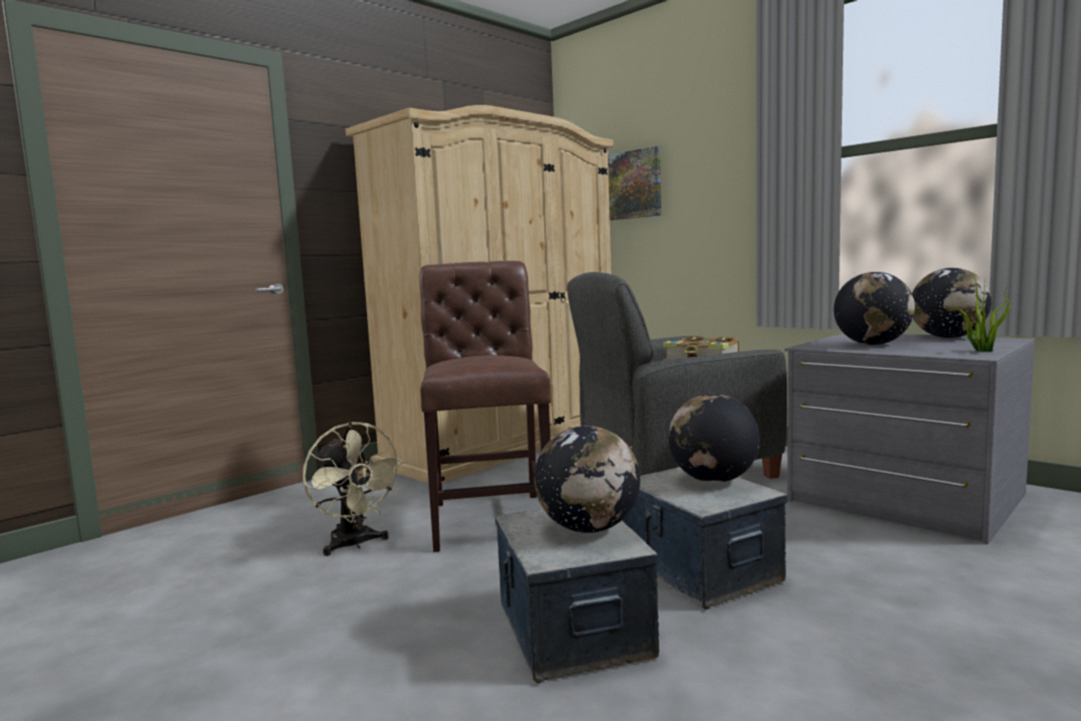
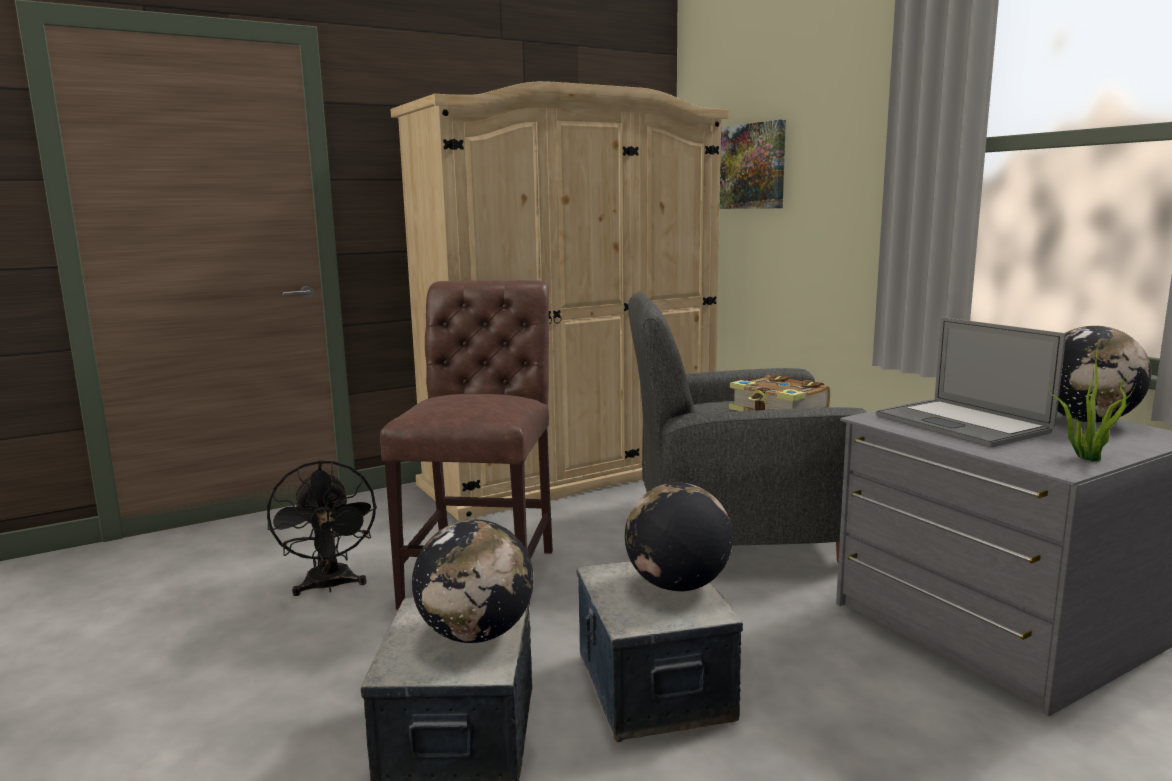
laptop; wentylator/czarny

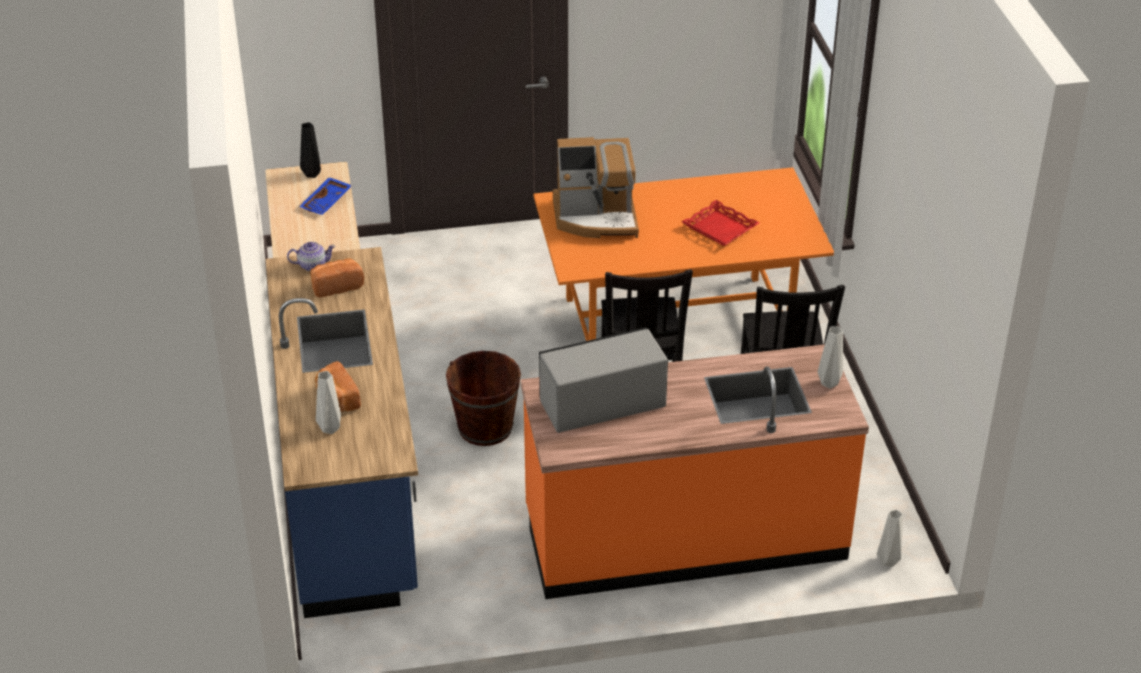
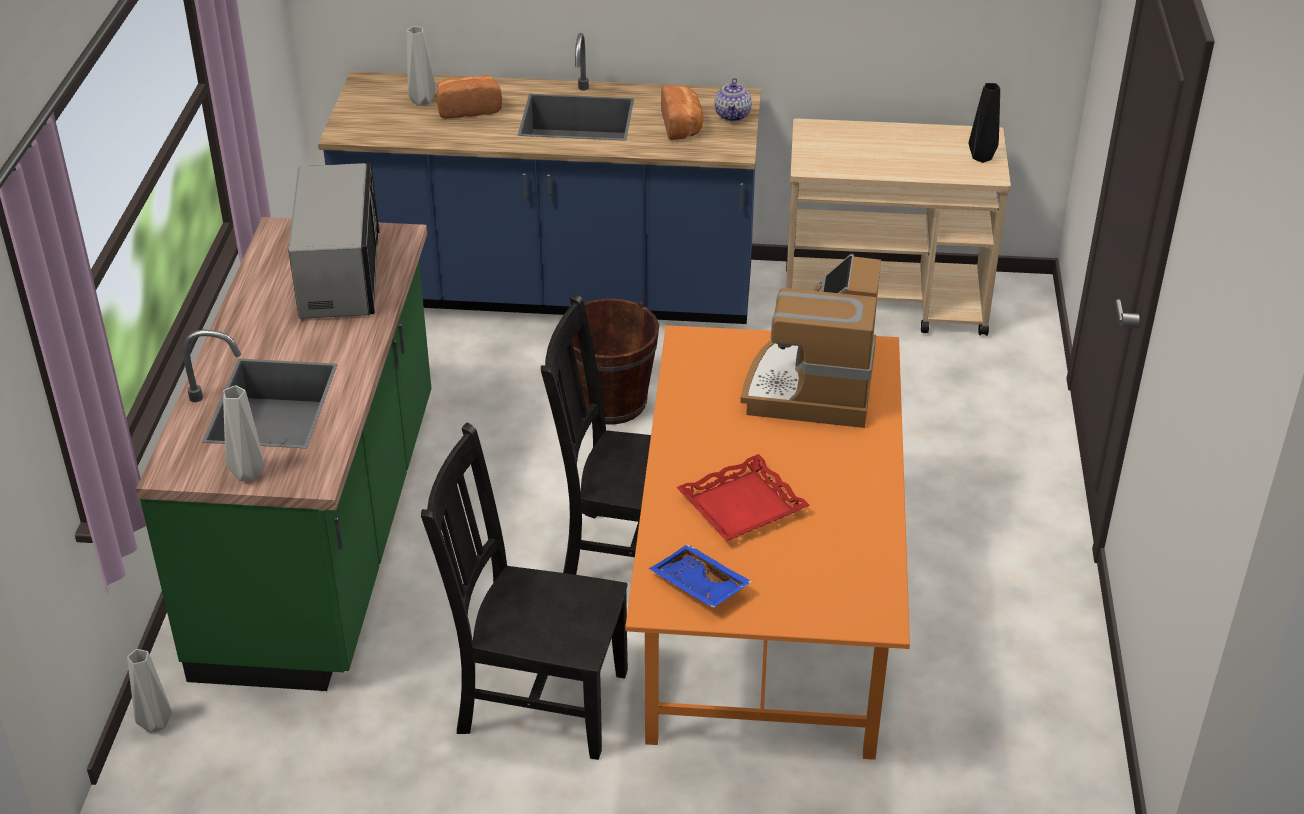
taca/niebieski; zabudowa kuchenna/zielony

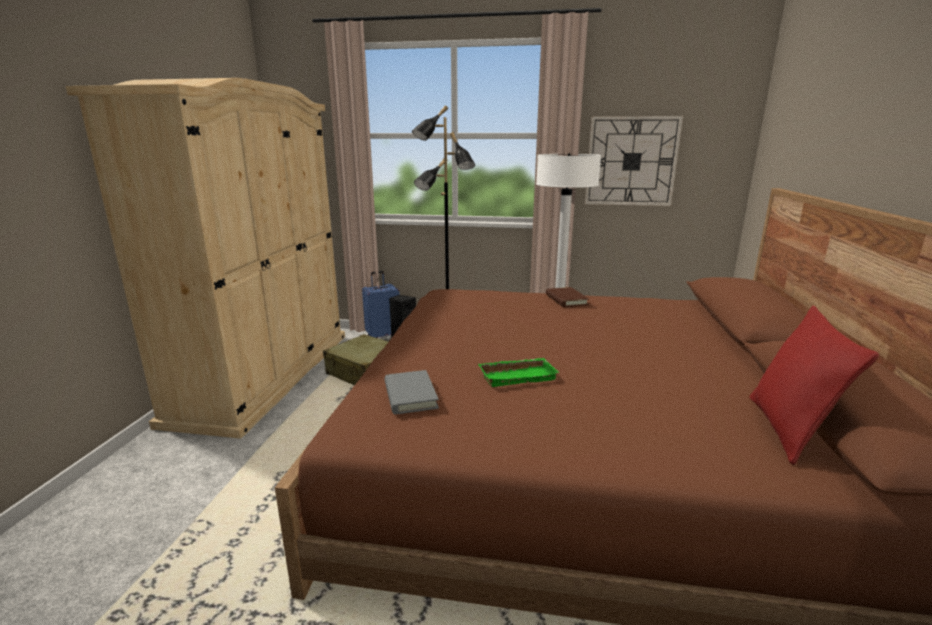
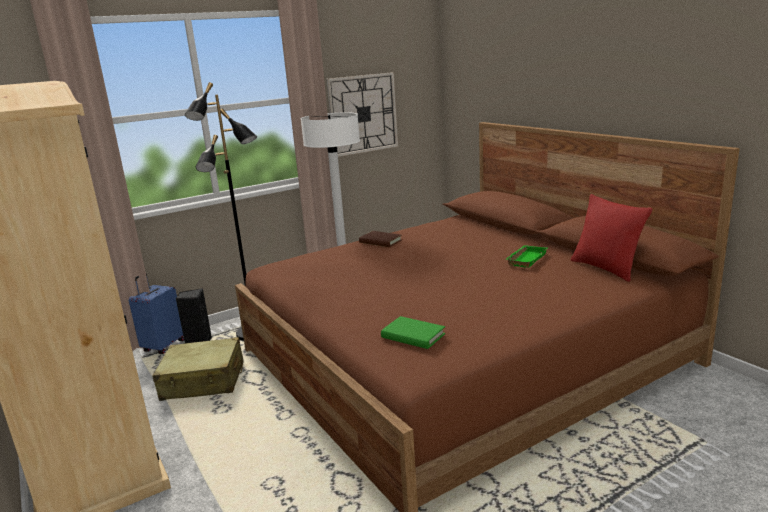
taca/zielony; książka/zielony

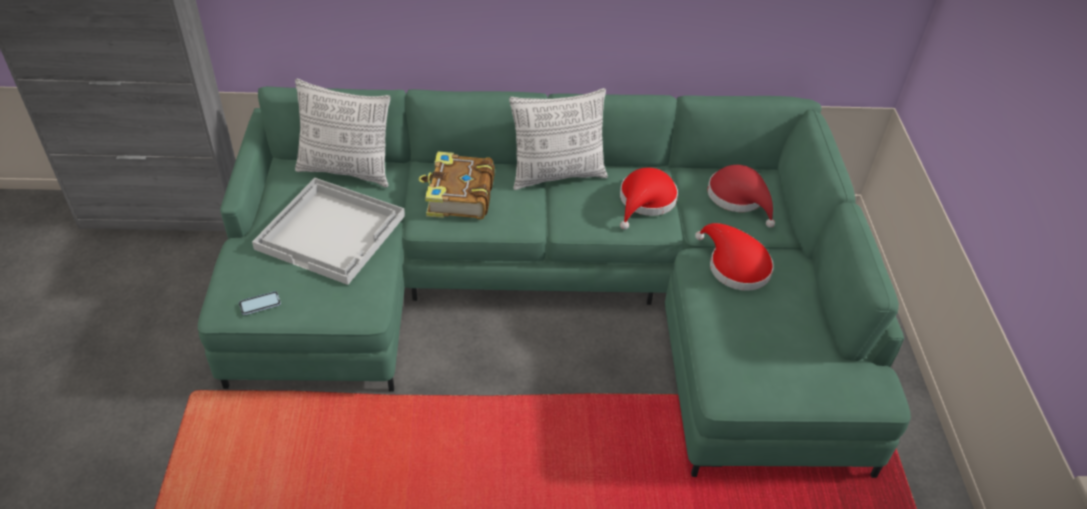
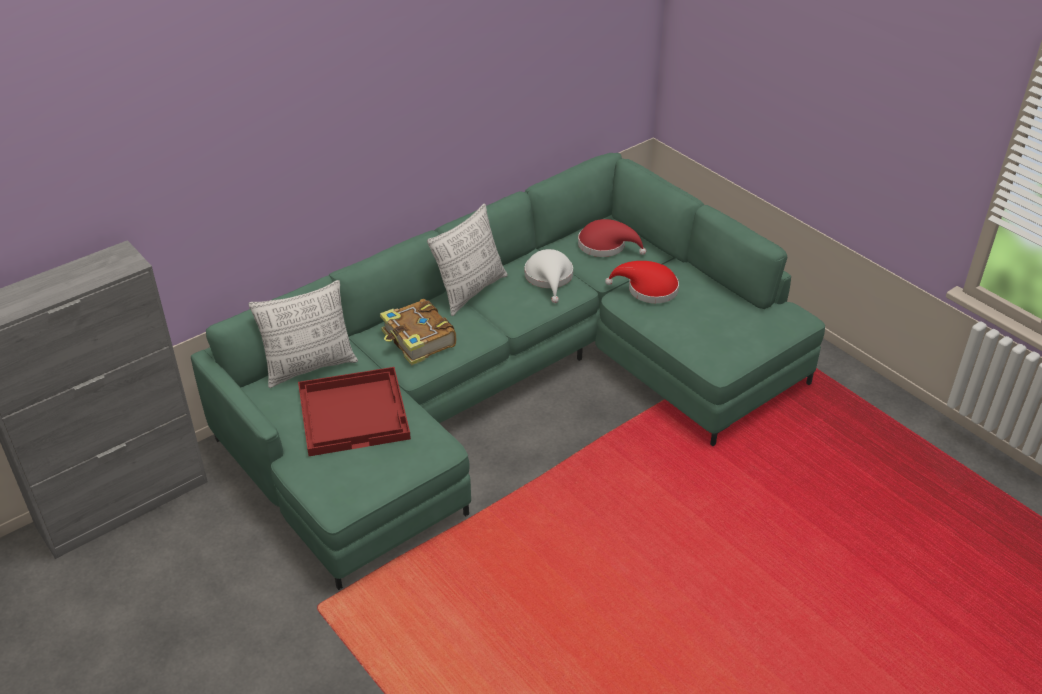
kapelusz/biały; taca/czerwony; telefon

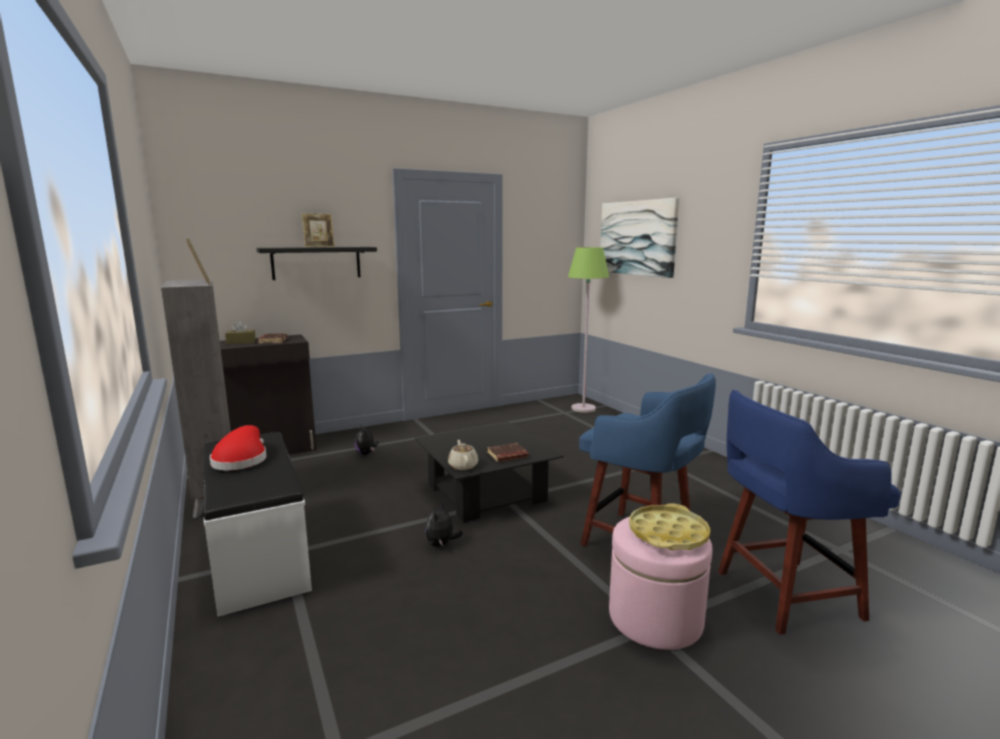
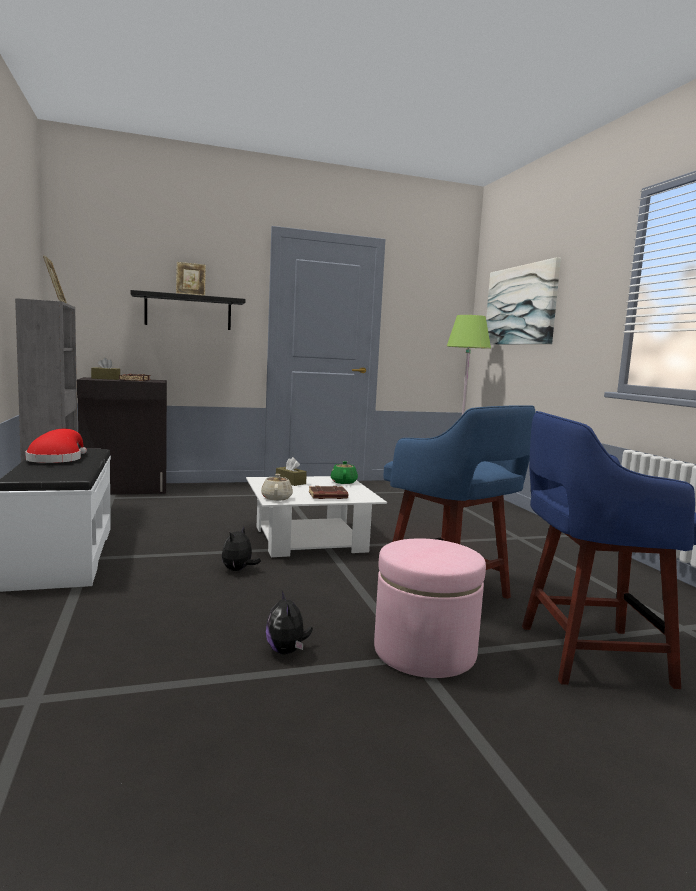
ława/biały; pluszak (no. 2 from left); taca/żółty; pudełko chusteczek/brązowy (no. 2 from left); imbryk/zielony

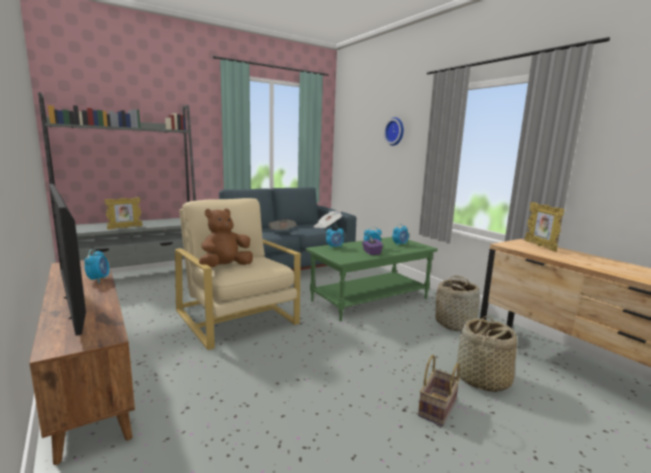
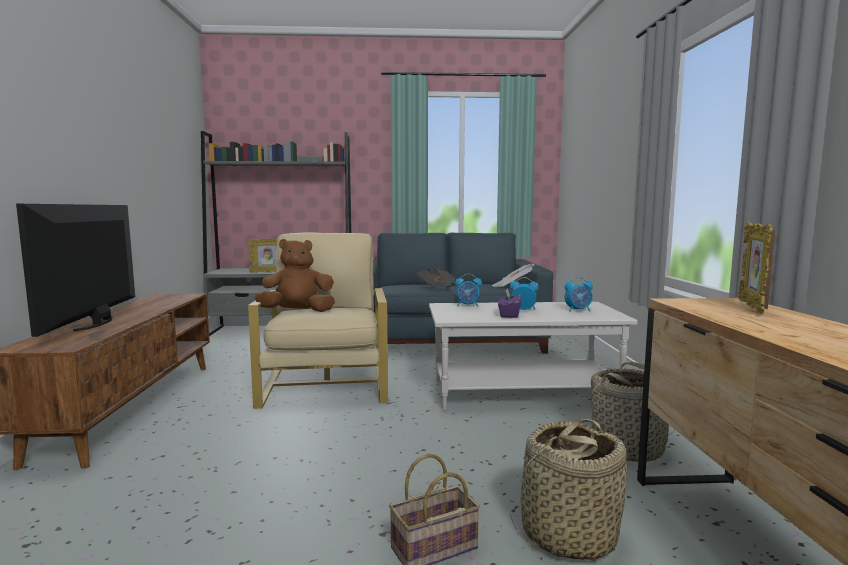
zegar ścienny; ława/biały; budzik (no. 1 from left in the first image)

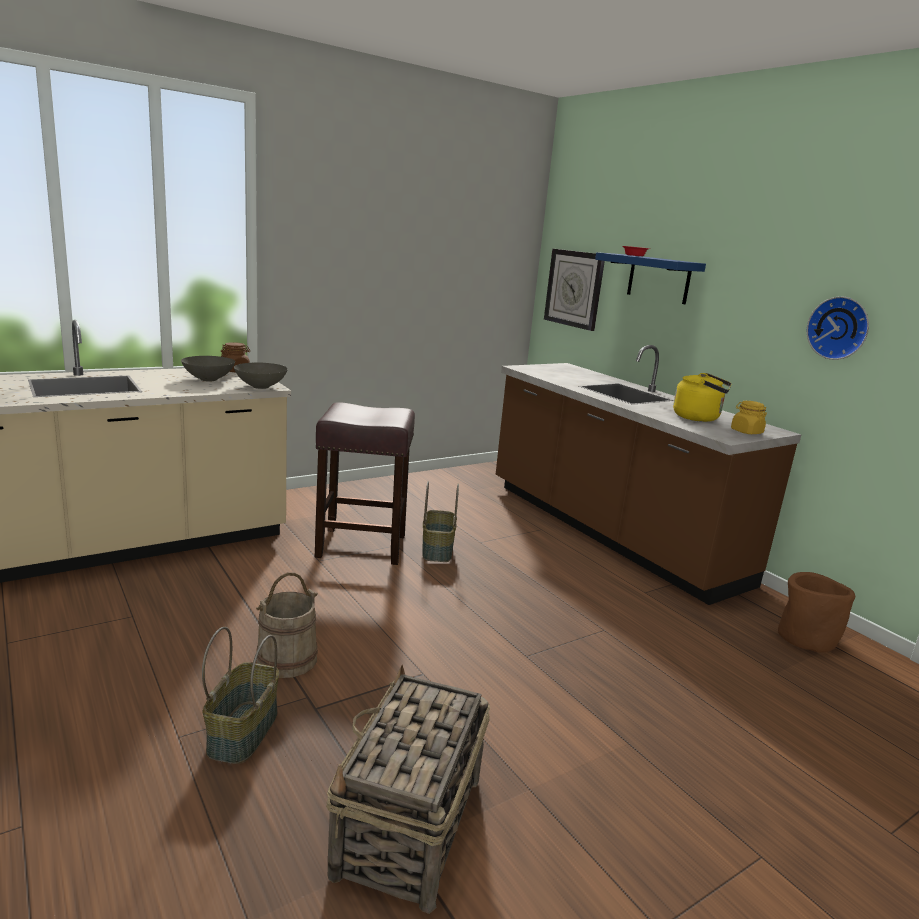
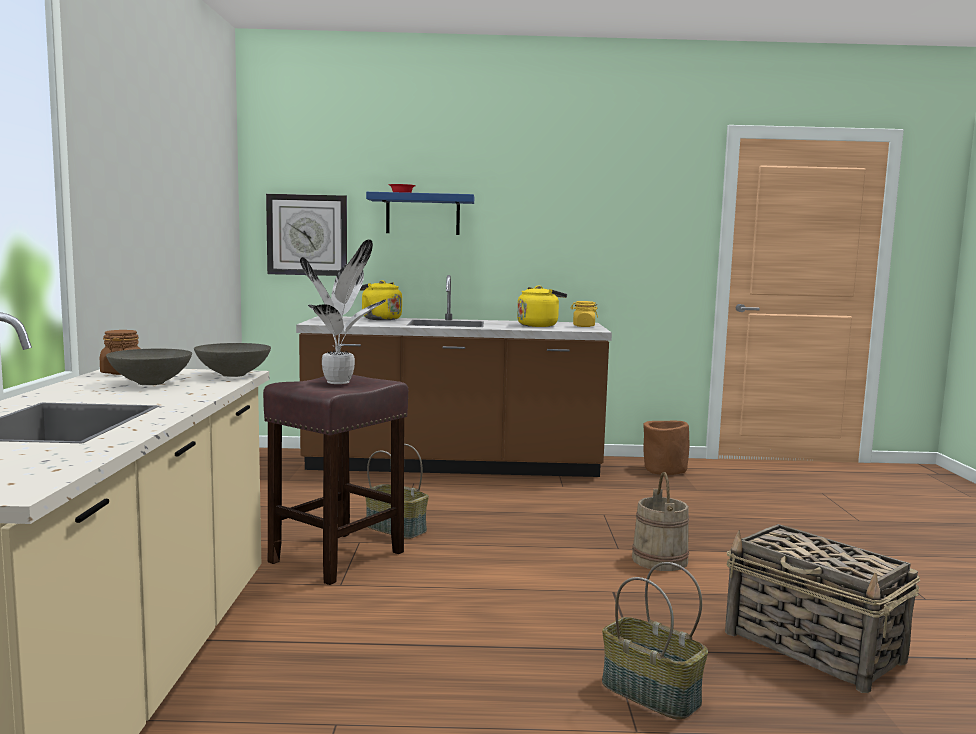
zegar ścienny (no. 2 from left in the first image); wiadro/beżowy; roślina doniczkowa; czajnik/żółty (no. 1 from left)

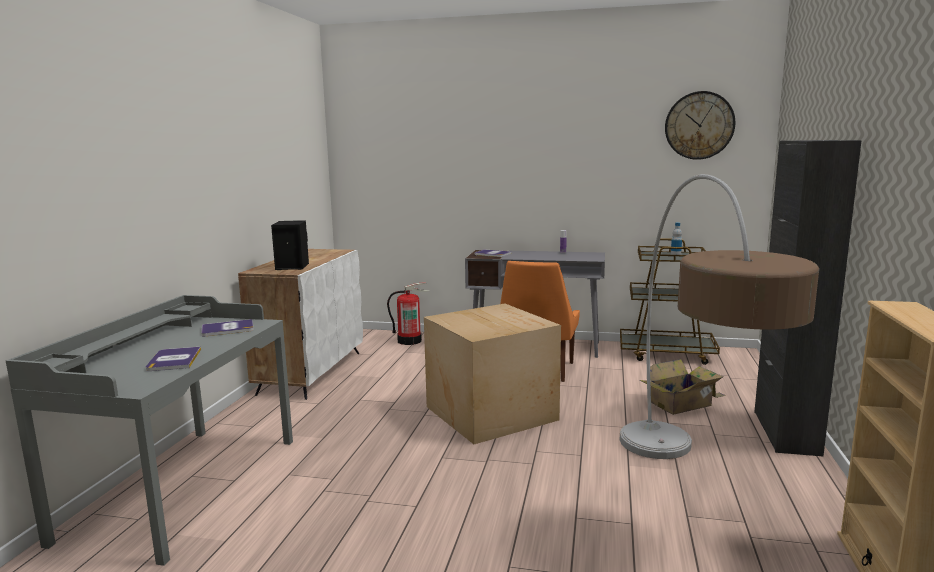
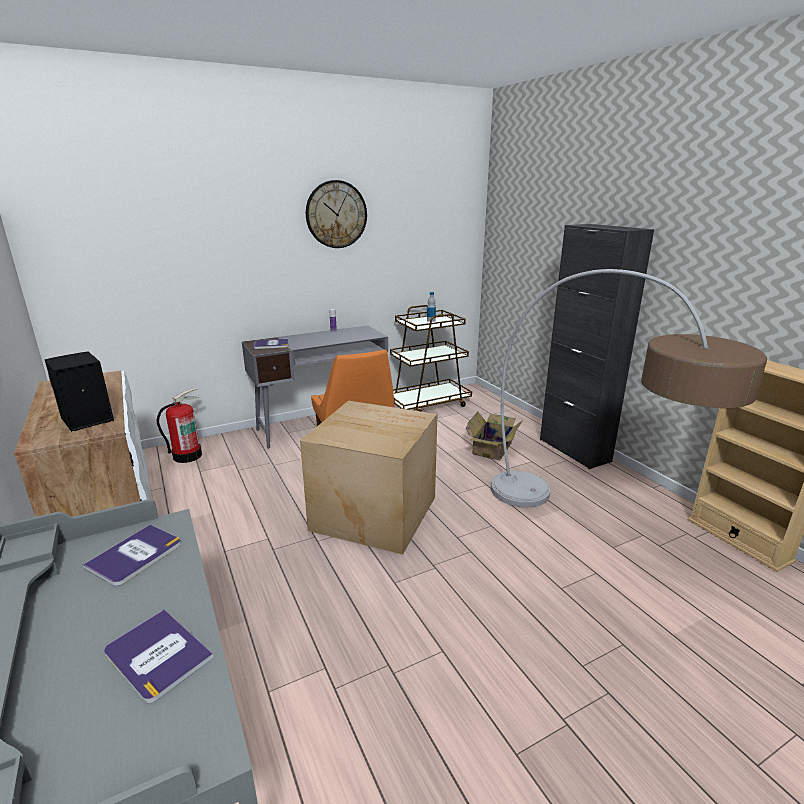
zegar ścienny

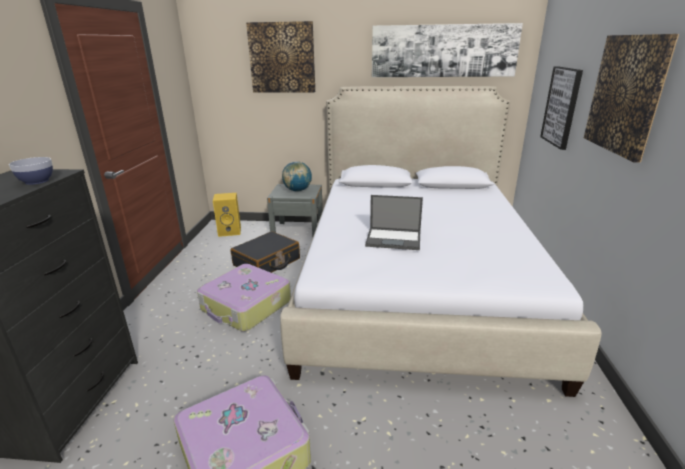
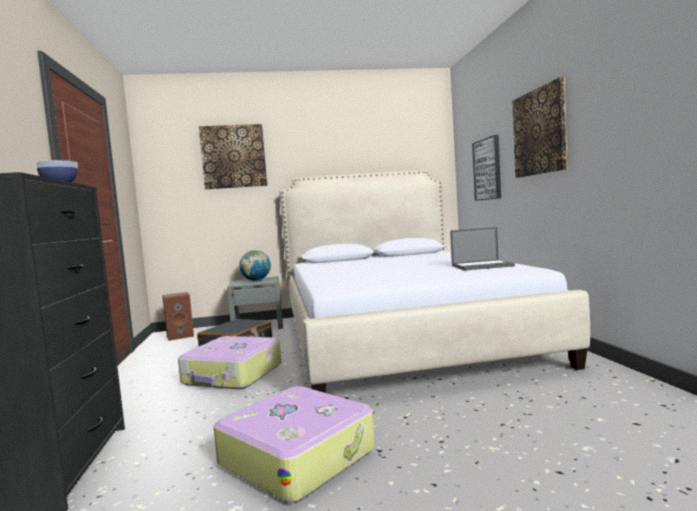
obraz (no. 2 from left in the first image); głośnik/brązowy; laptop

